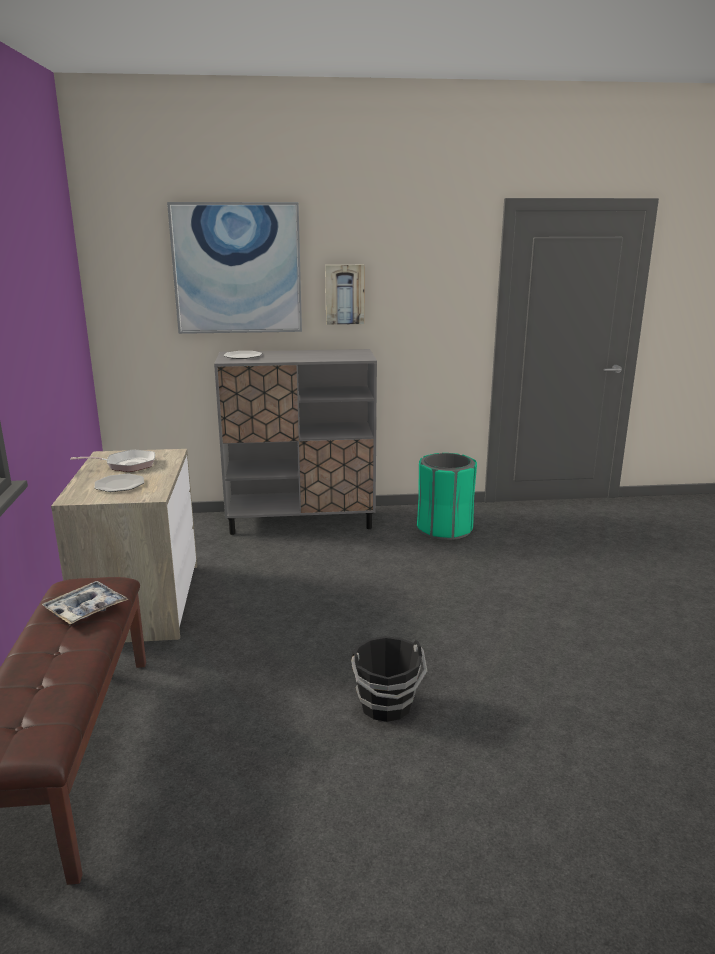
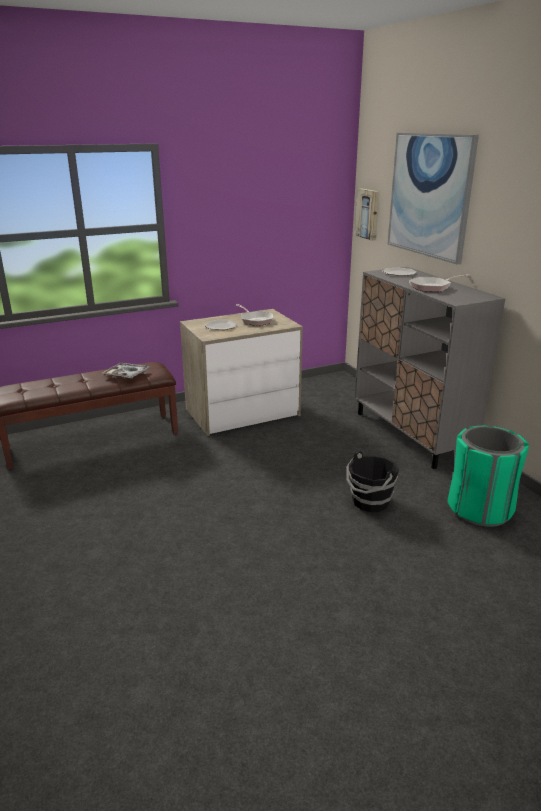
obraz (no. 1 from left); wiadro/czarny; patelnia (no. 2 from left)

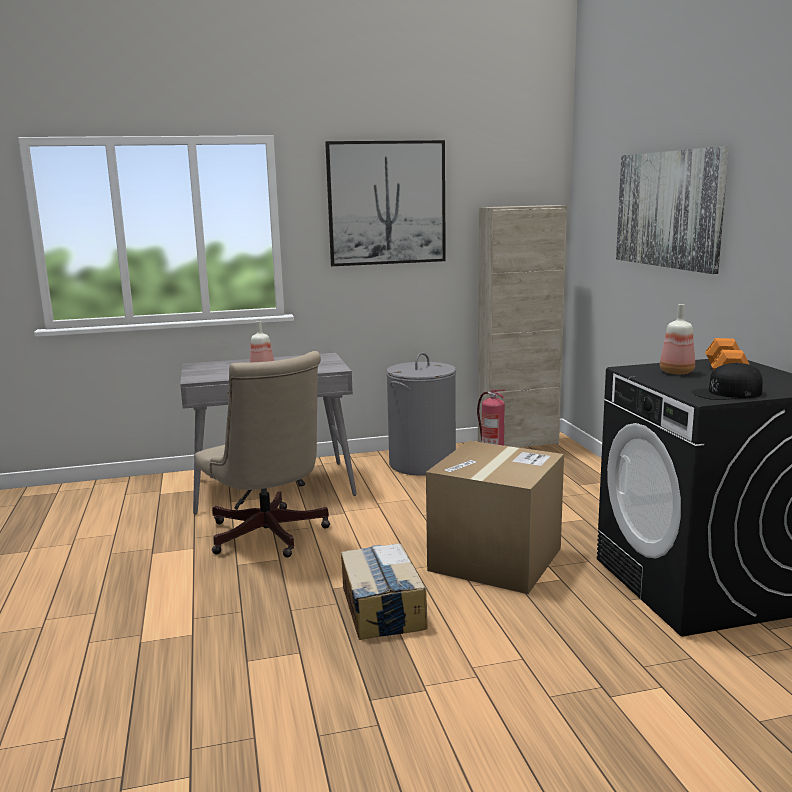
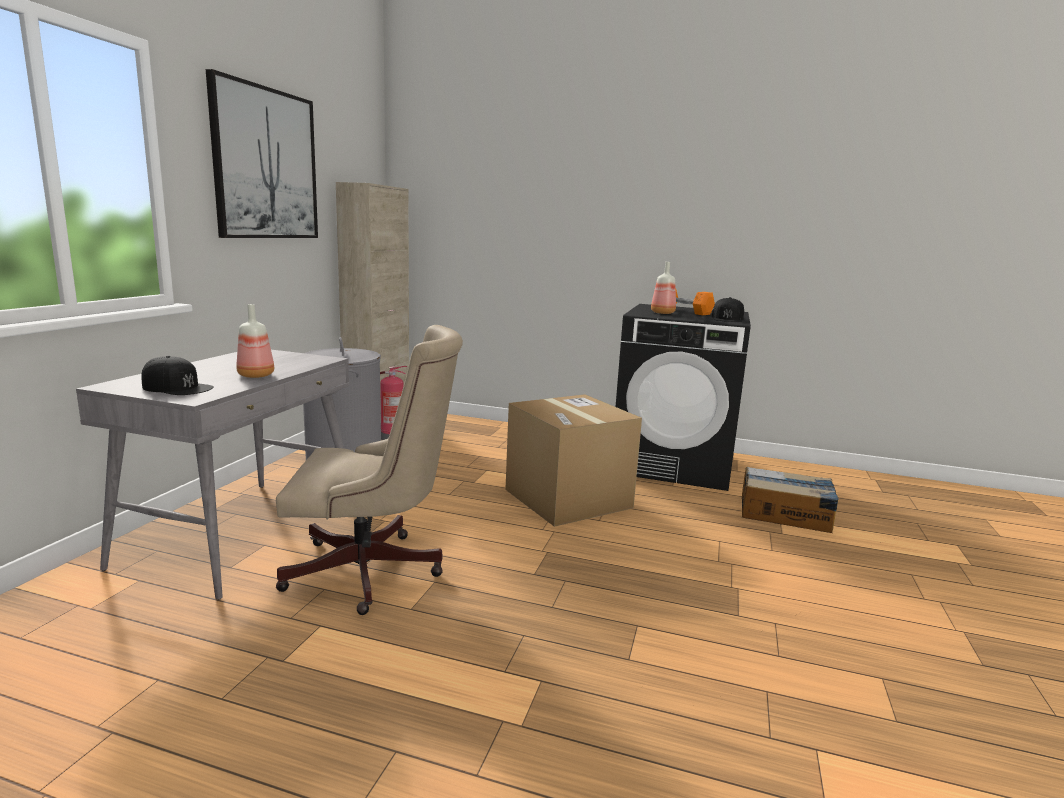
obraz (no. 2 from left in the first image); karton (no. 2 from left); czapka z daszkiem/czarny (no. 1 from left)

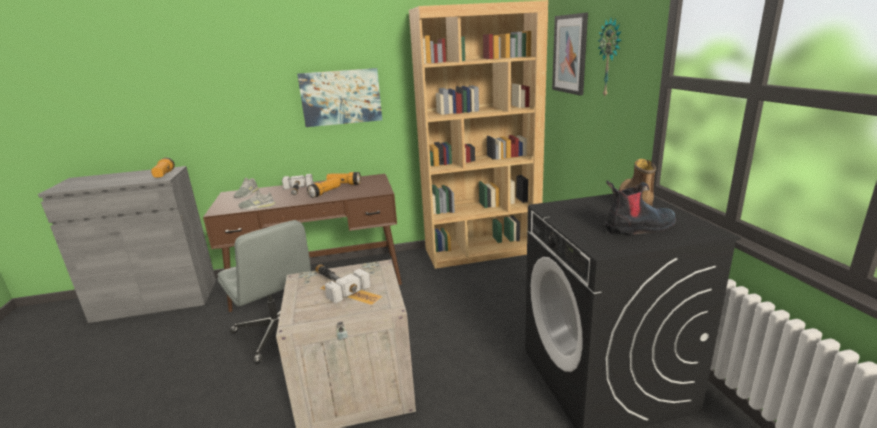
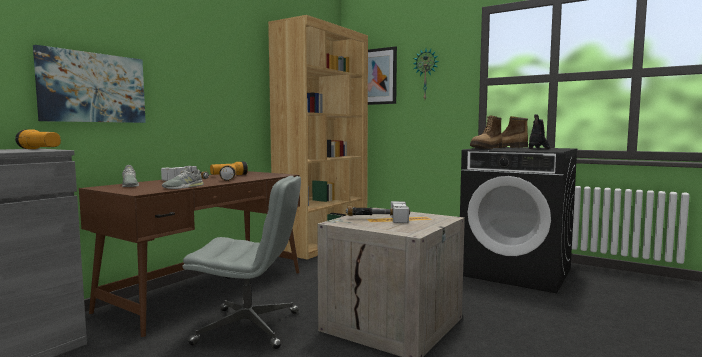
obraz (no. 1 from left); but z cholewką (no. 1 from left)

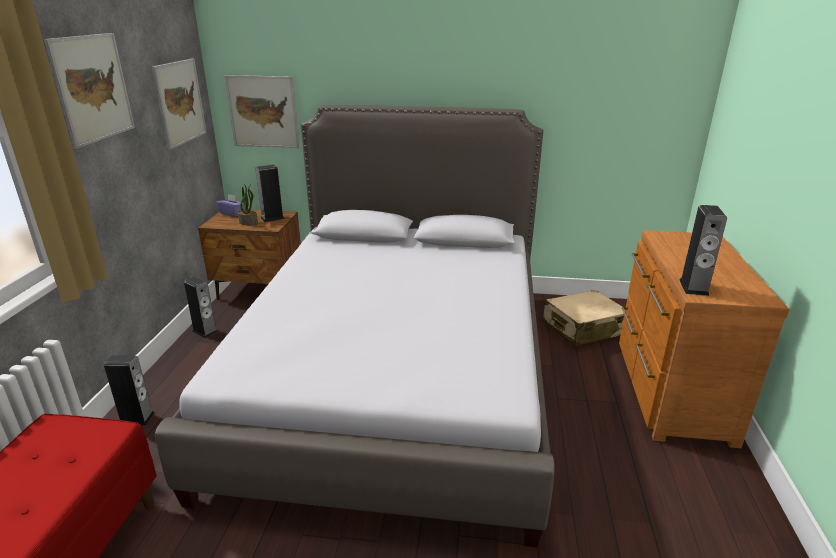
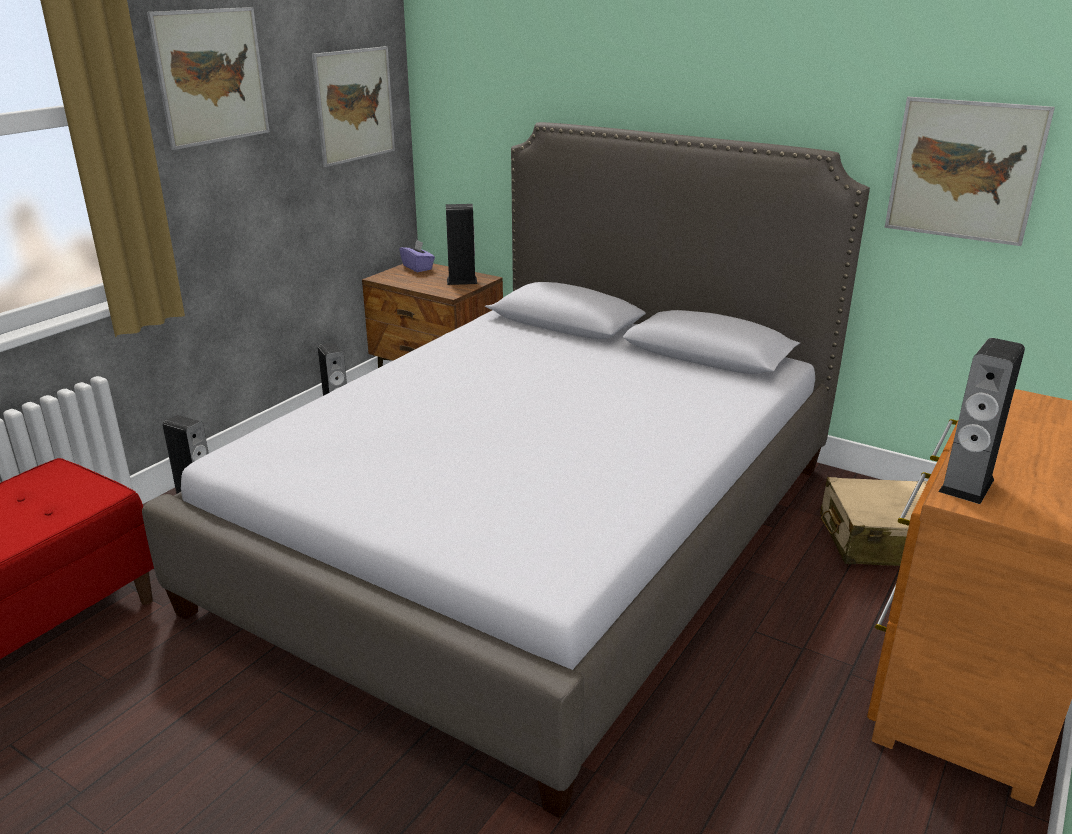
obraz (no. 3 from left); roślina doniczkowa

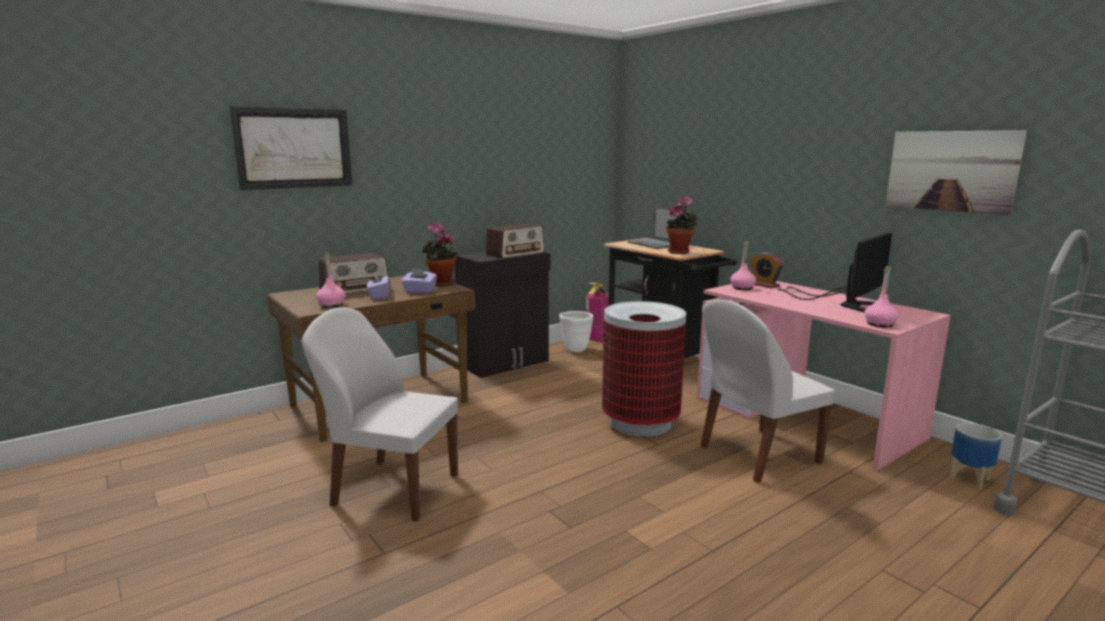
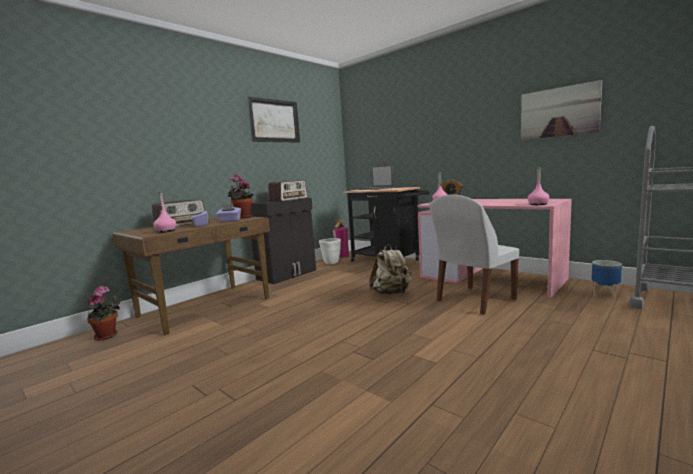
obraz (no. 1 from left); roślina doniczkowa (no. 1 from left); monitor; plecak/beżowy; krzesło/biały (no. 1 from left in the first image)

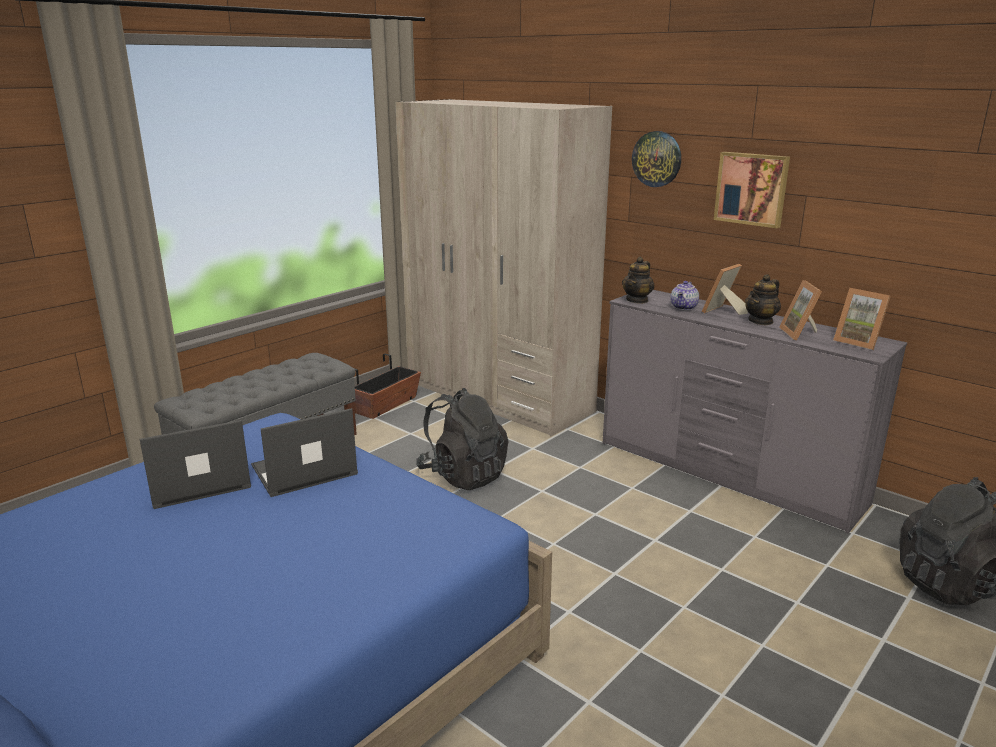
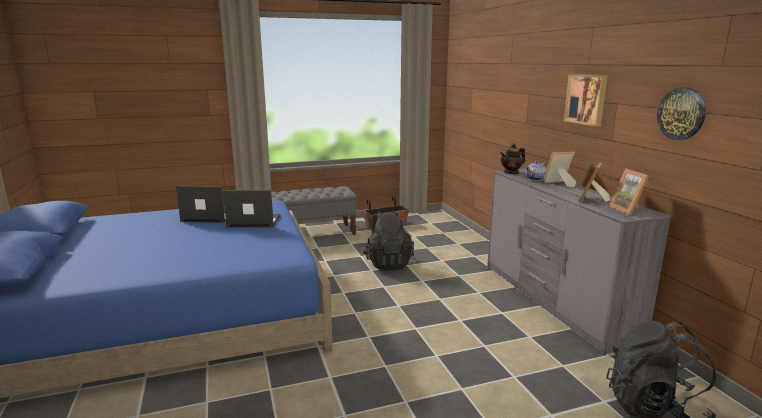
szafa/beżowy; zegar ścienny; imbryk (no. 3 from left in the first image)

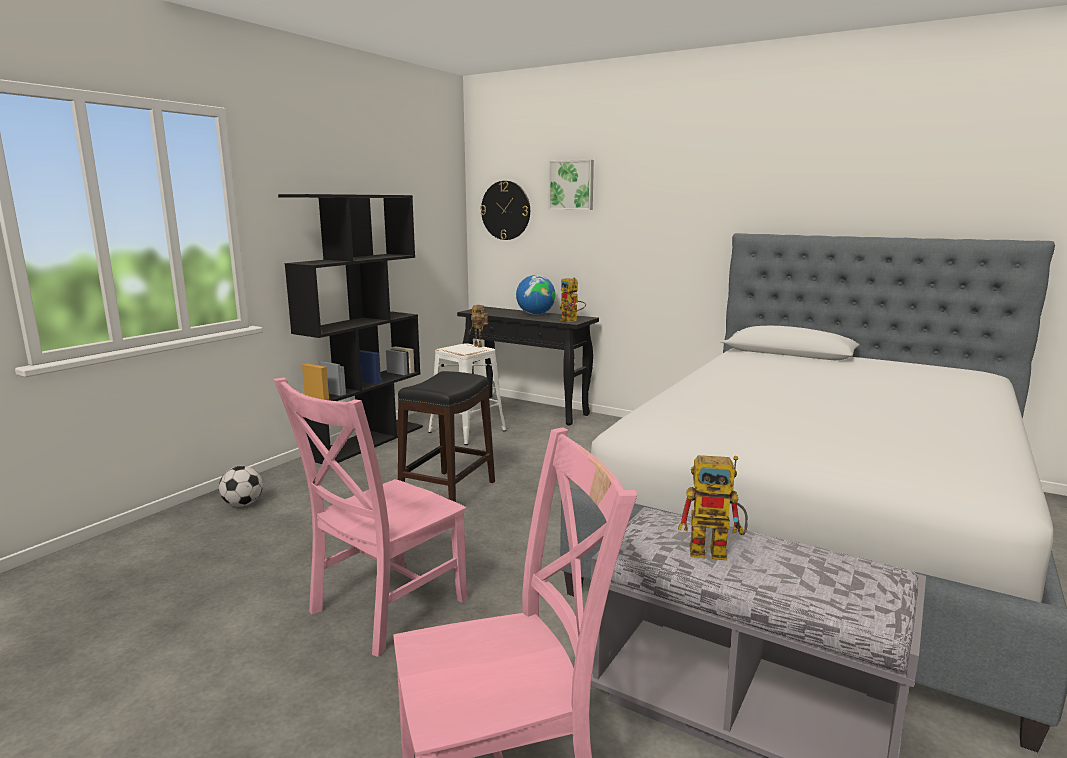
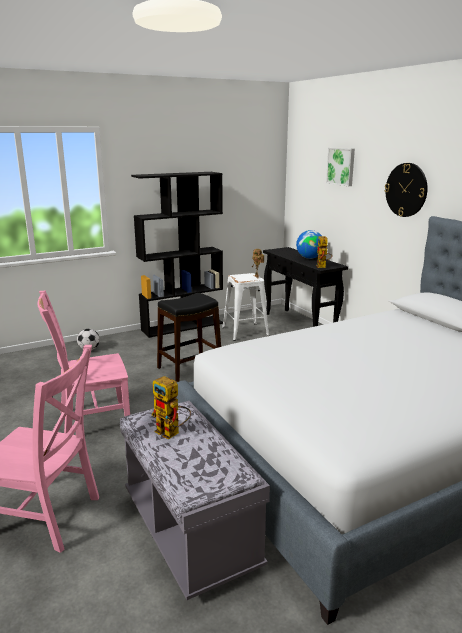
zegar ścienny

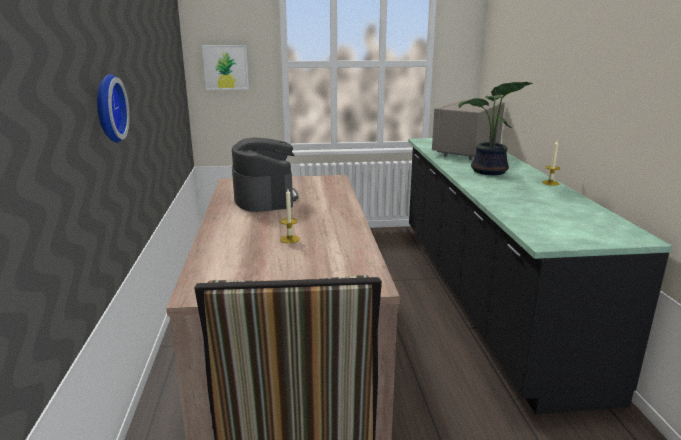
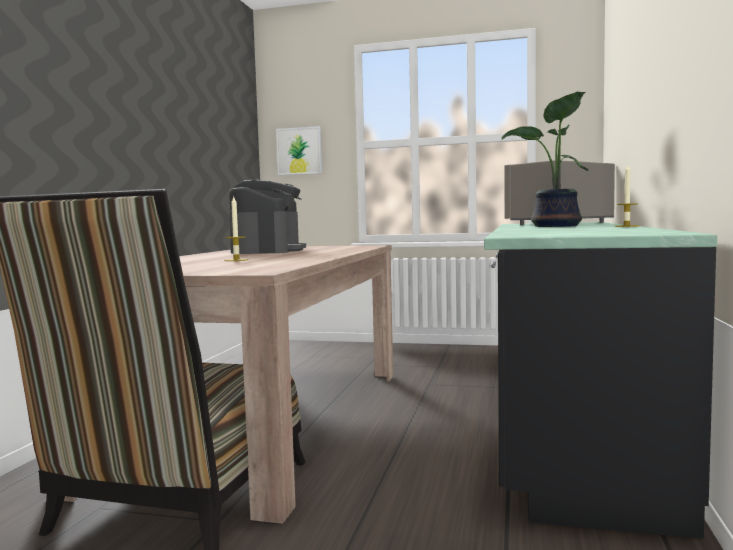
zegar ścienny

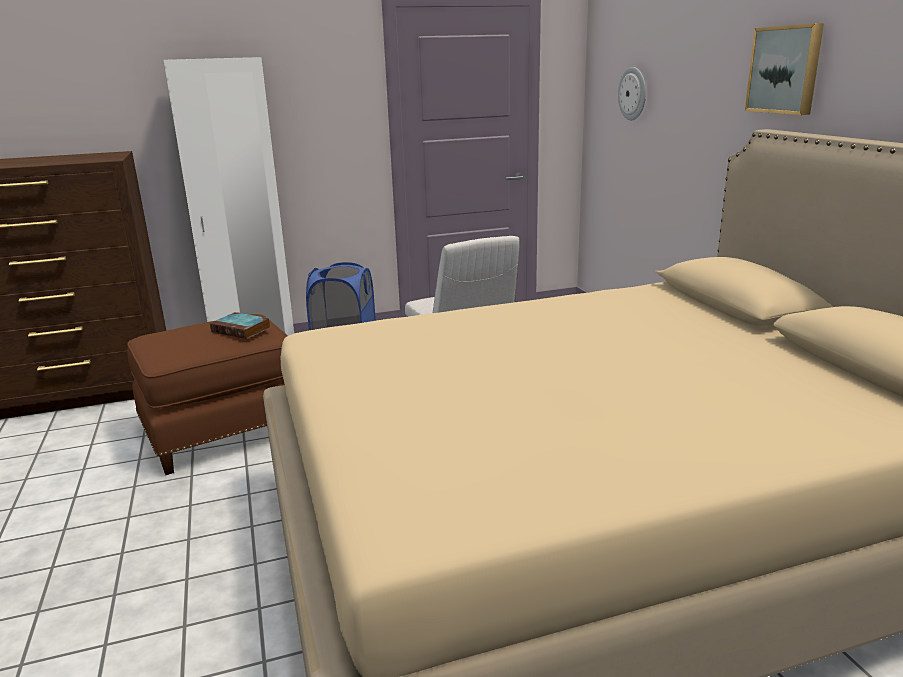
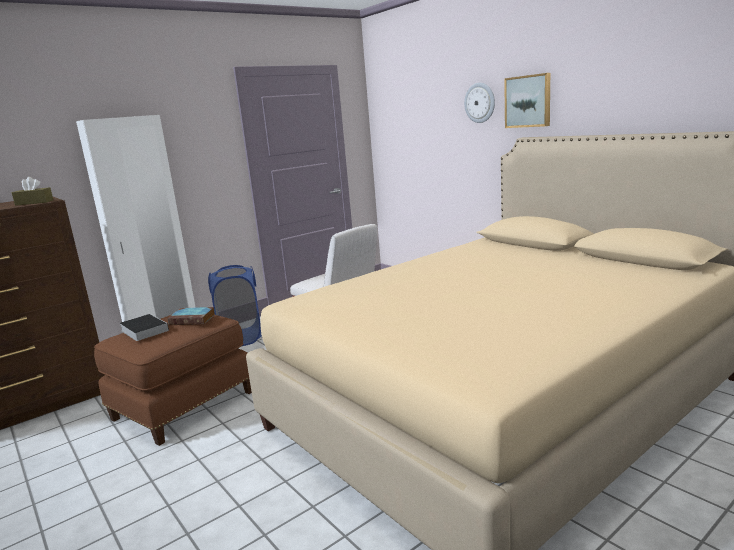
zegar ścienny; pudełko chusteczek/brązowy; książka (no. 1 from left)

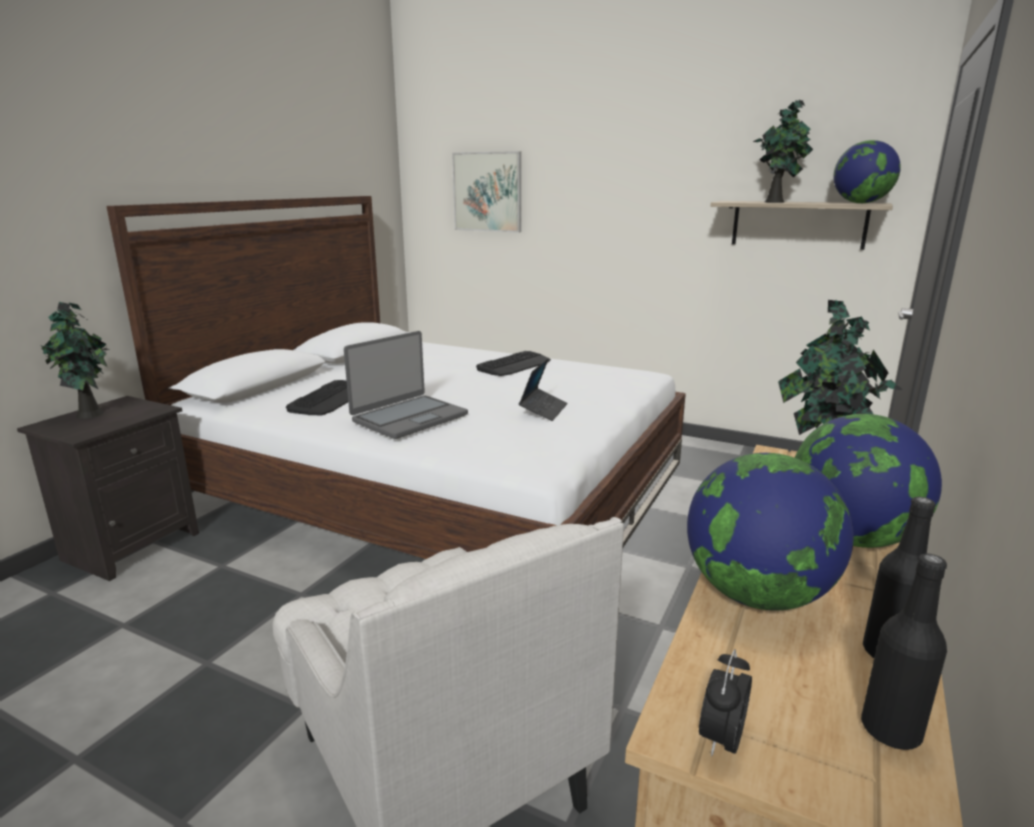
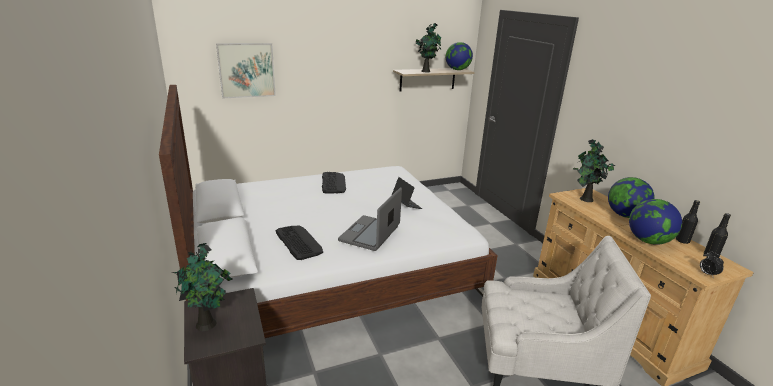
laptop (no. 1 from left)

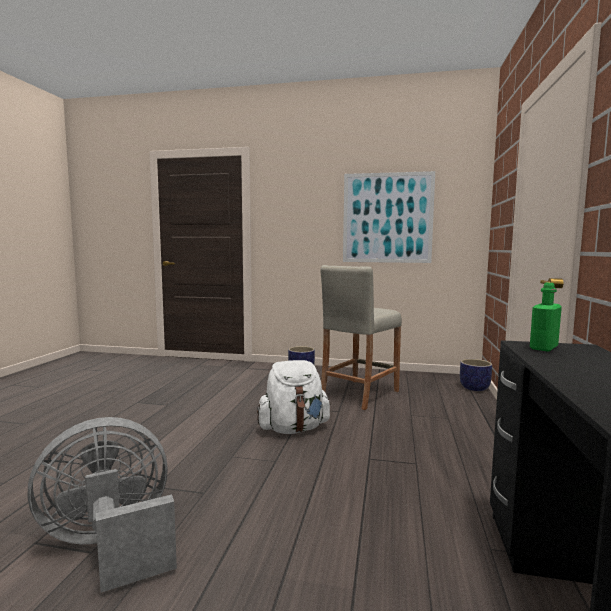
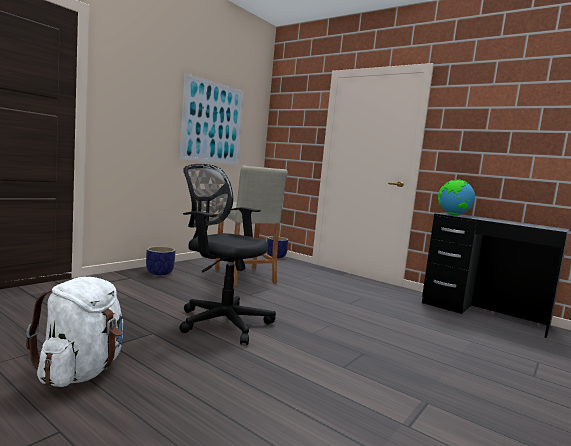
globus; plecak/biały; wentylator/szary; krzesło biurowe/czarny

